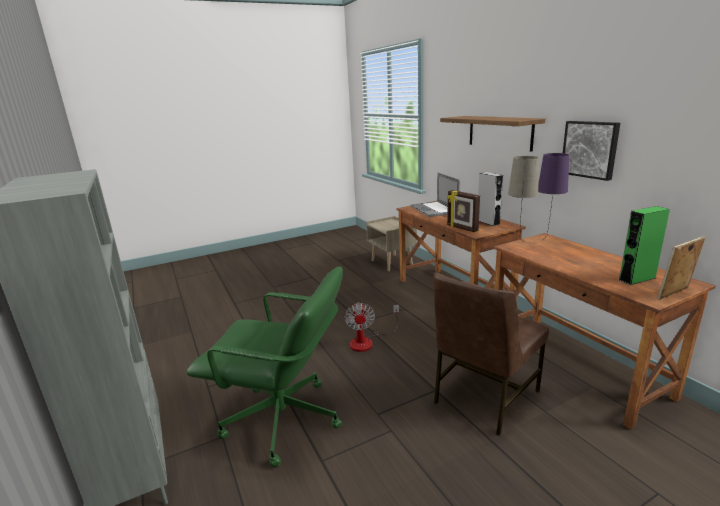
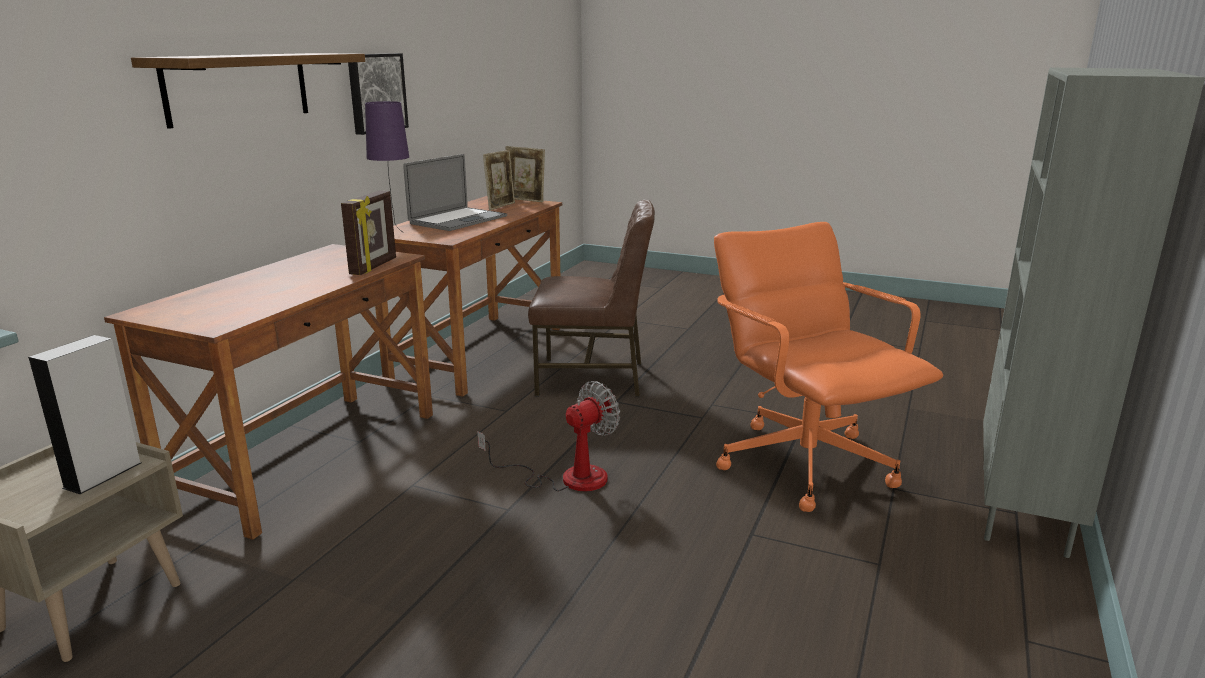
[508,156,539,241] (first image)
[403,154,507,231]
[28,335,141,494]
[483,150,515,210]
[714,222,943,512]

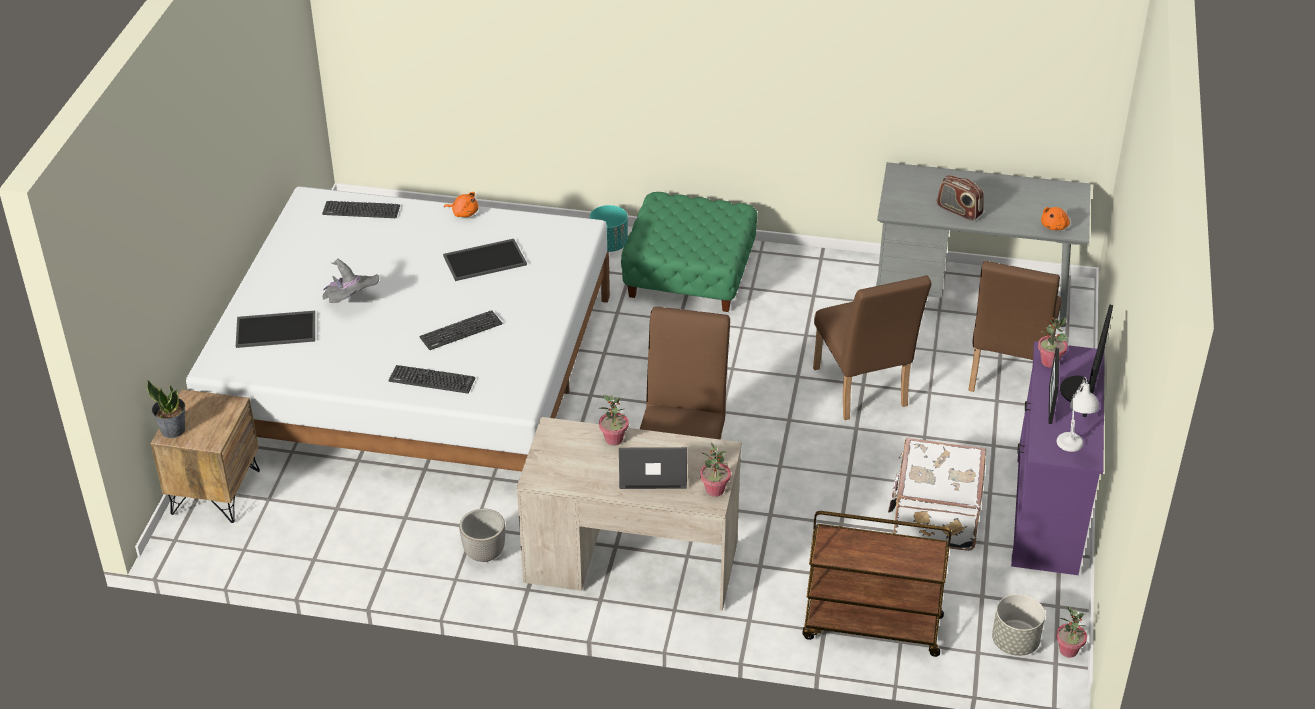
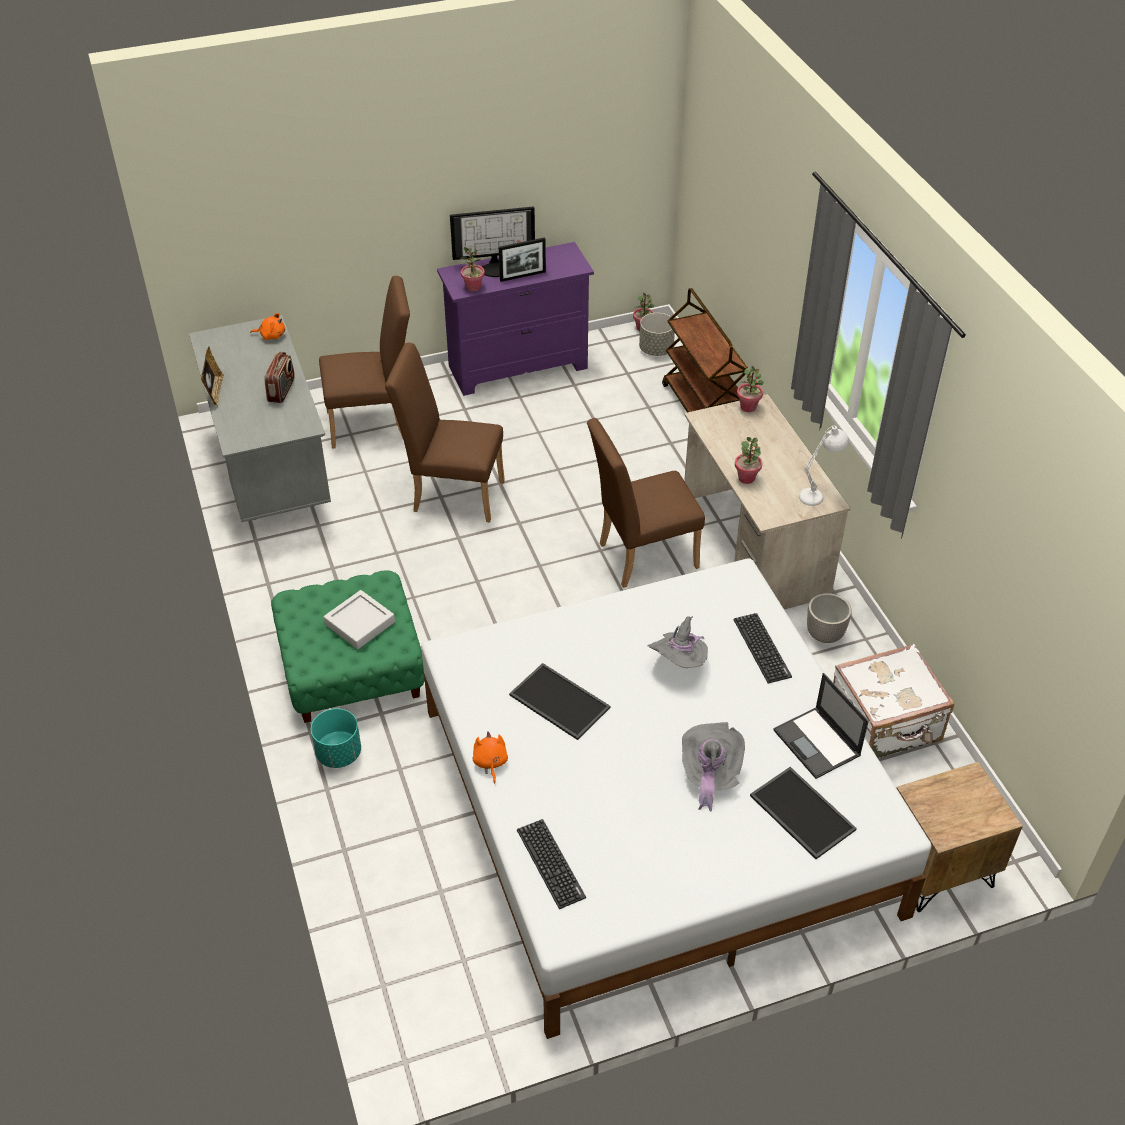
[147,380,185,438] (first image)
[201,347,224,406]
[324,590,395,649]
[773,673,869,779]
[833,644,954,758]
[799,426,849,506]
[647,616,708,668]
[385,342,505,522]

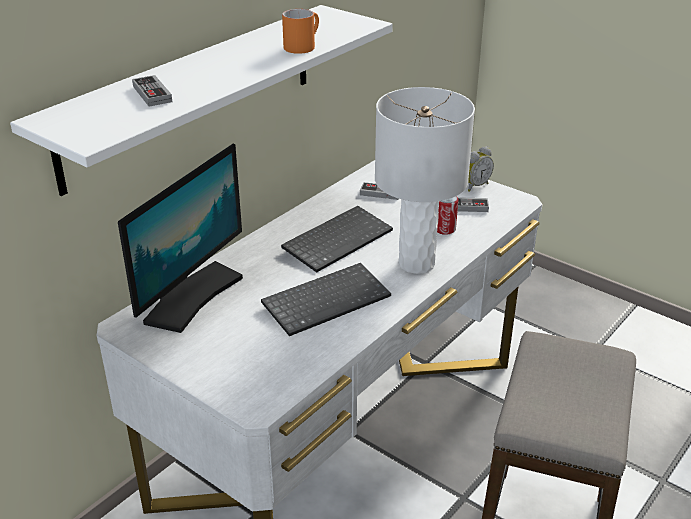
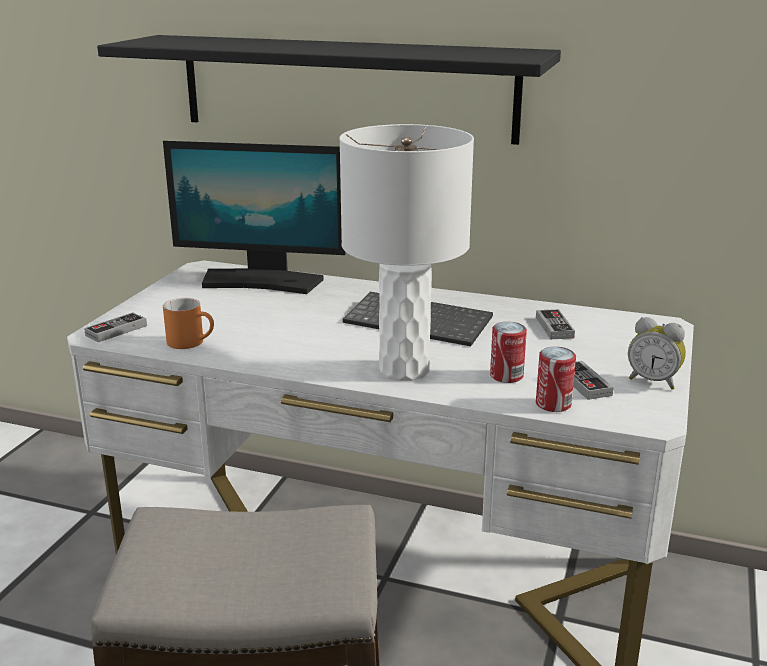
[261,263,391,336] (first image)
[536,347,576,412]
[84,312,147,342]
[163,298,214,349]
[97,35,561,145]

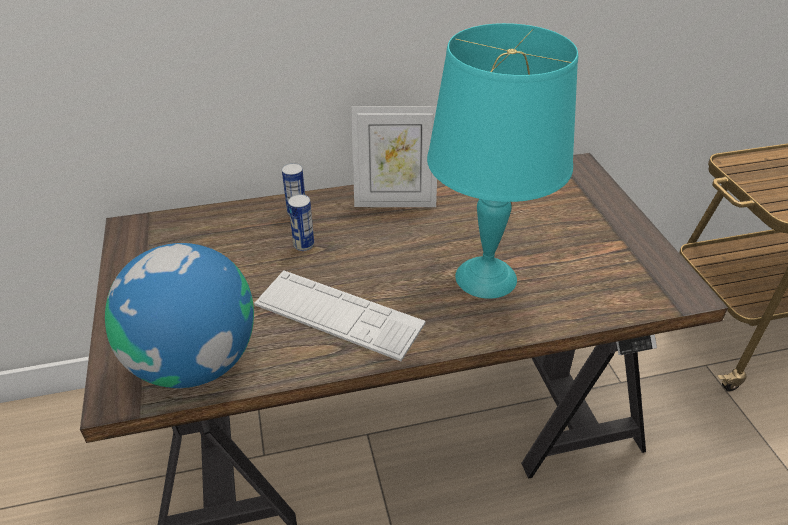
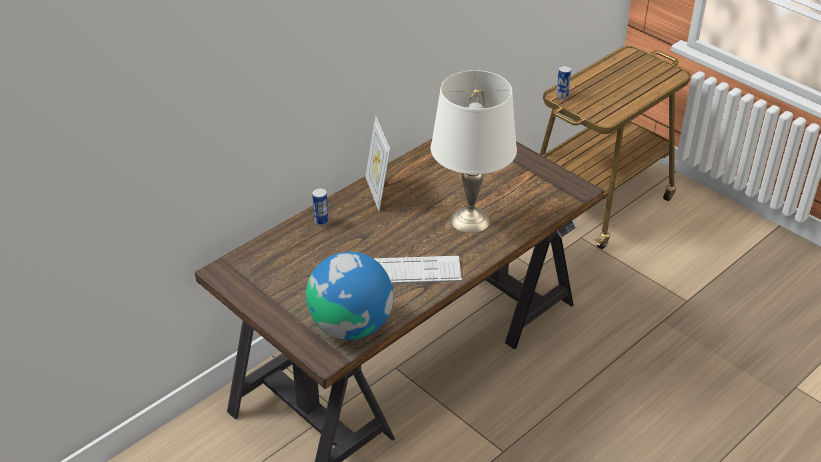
[556,66,571,99]
[431,70,517,233]
[365,116,390,212]

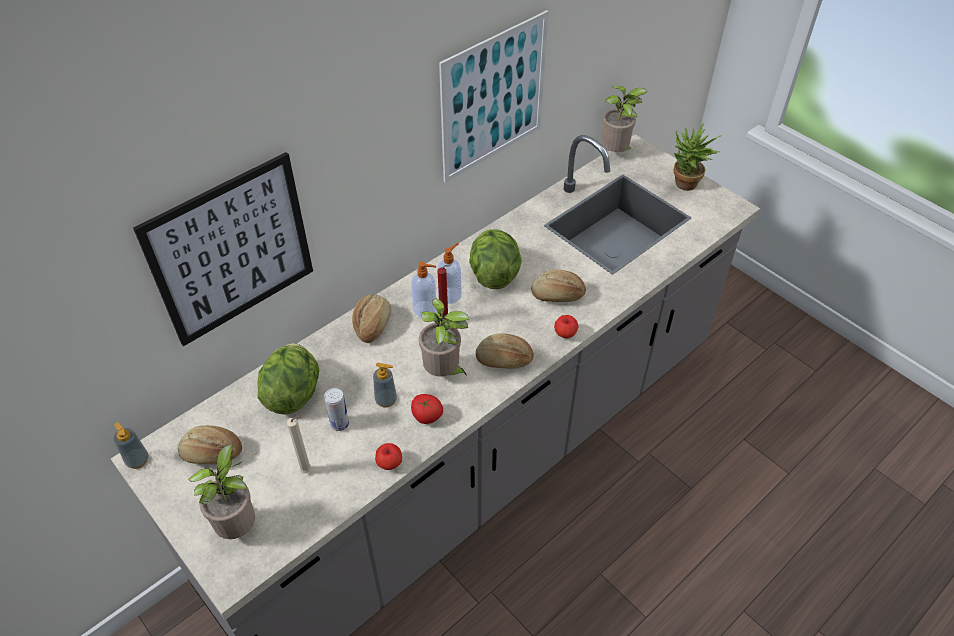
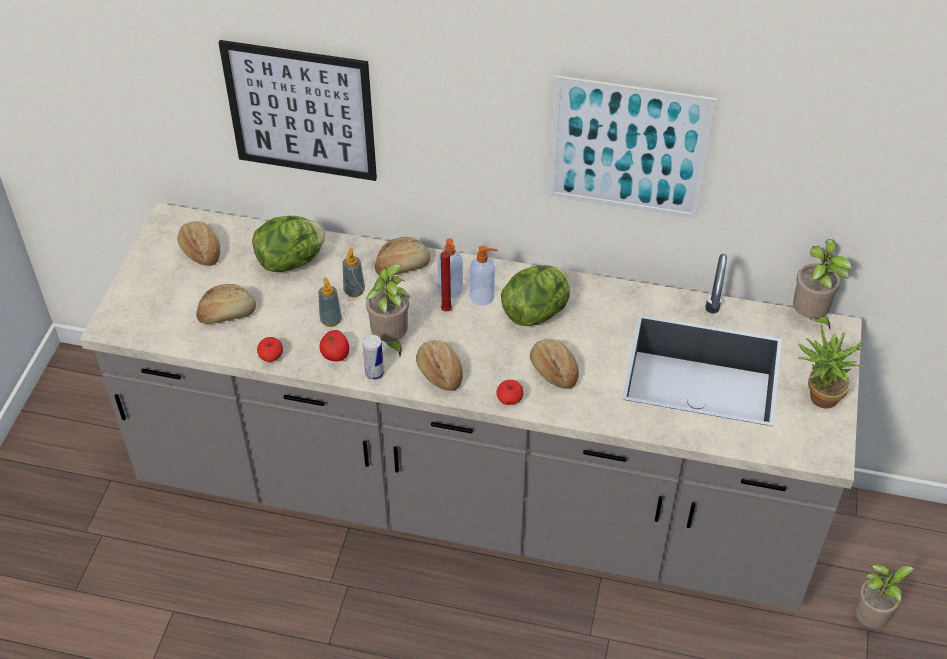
[343,248,365,297]
[855,565,915,628]
[363,335,384,380]
[196,284,256,324]

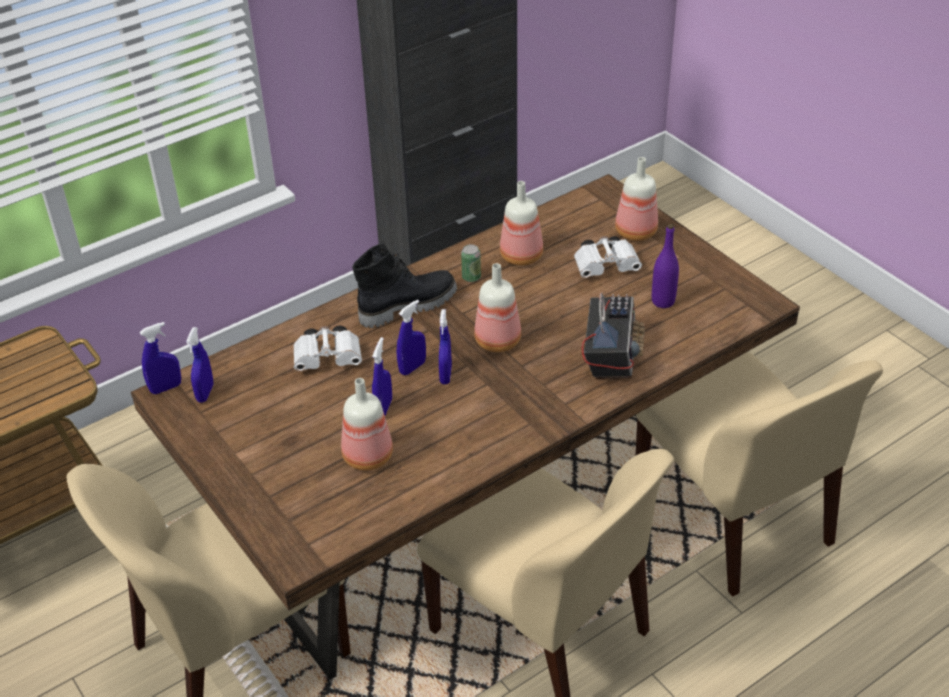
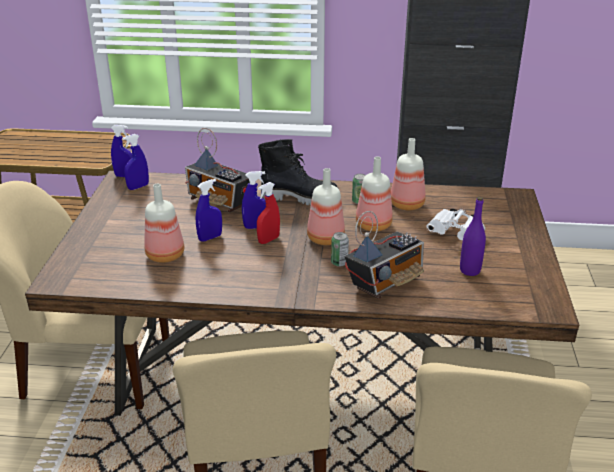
[331,232,349,267]
[356,156,393,232]
[185,128,250,213]
[257,182,280,244]

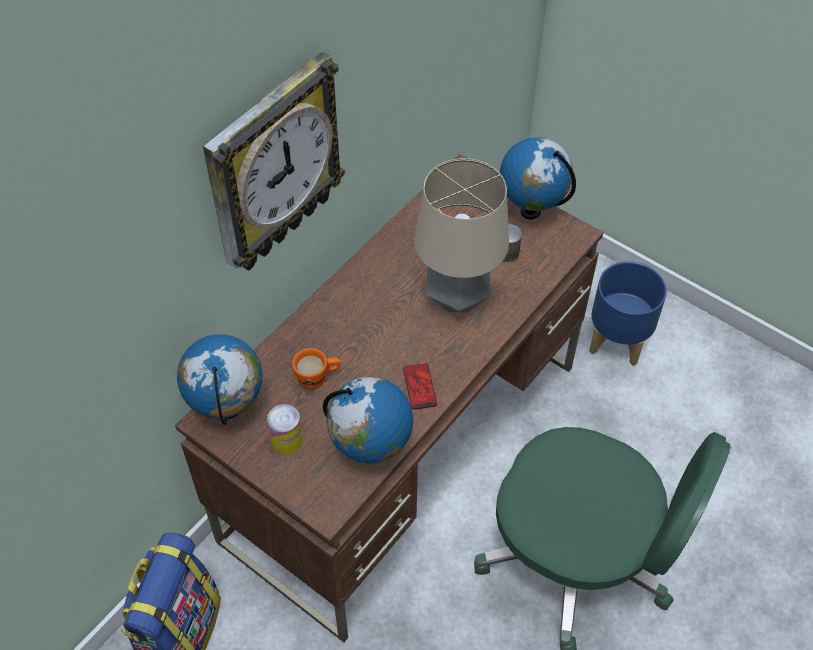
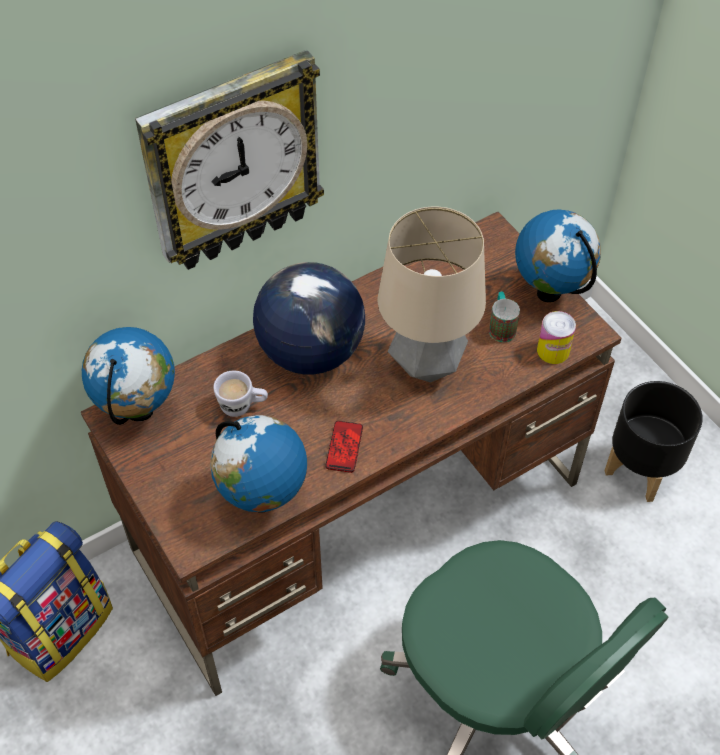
[253,262,365,375]
[537,311,576,364]
[213,370,268,417]
[605,381,703,502]

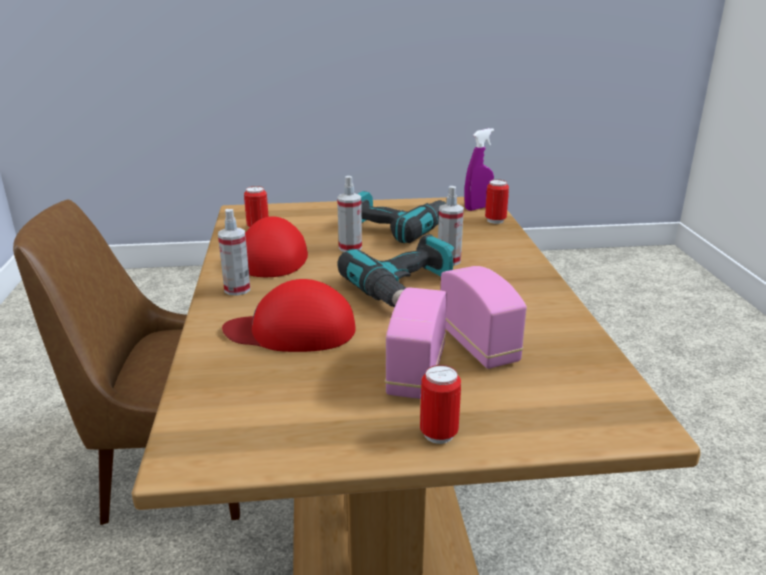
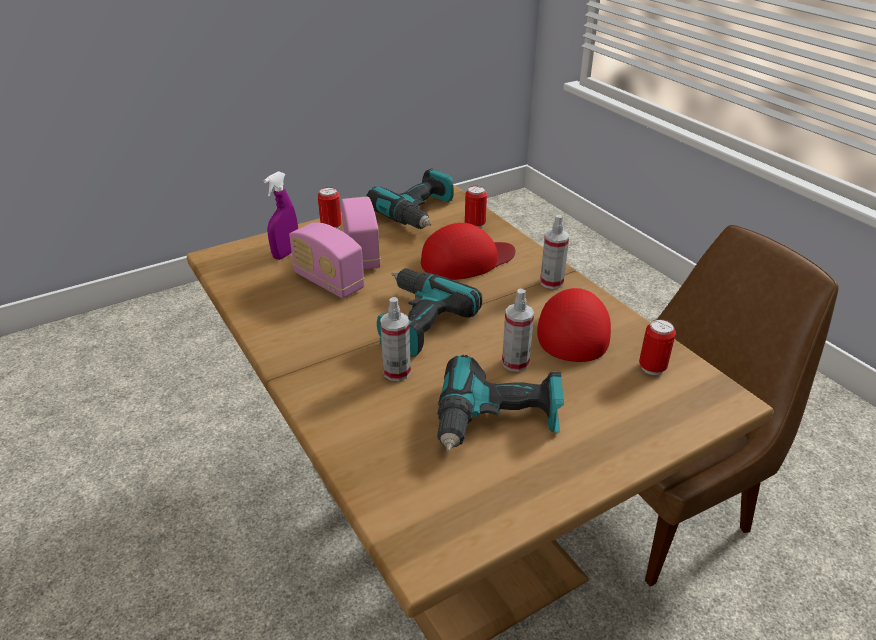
[366,168,454,229]
[263,171,298,260]
[465,186,487,229]
[537,288,611,362]

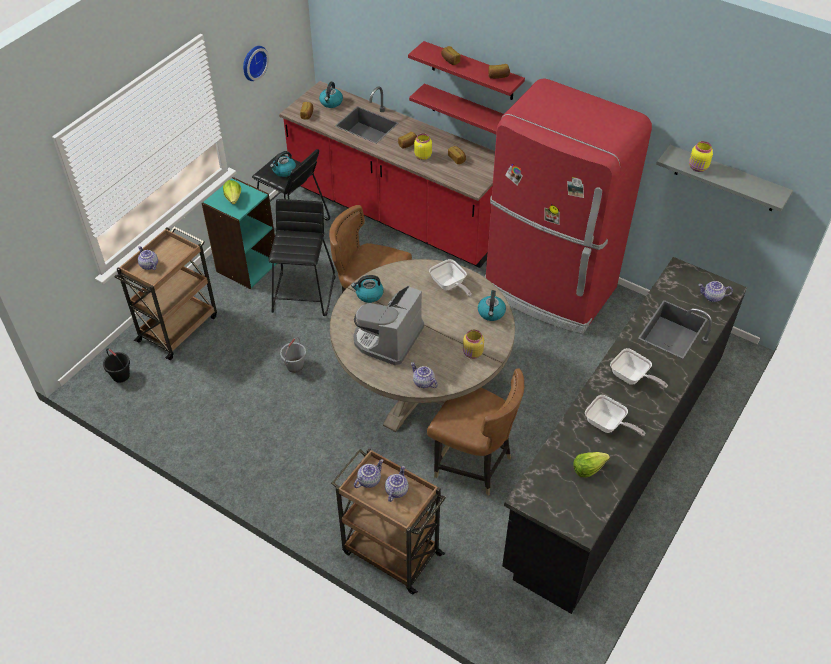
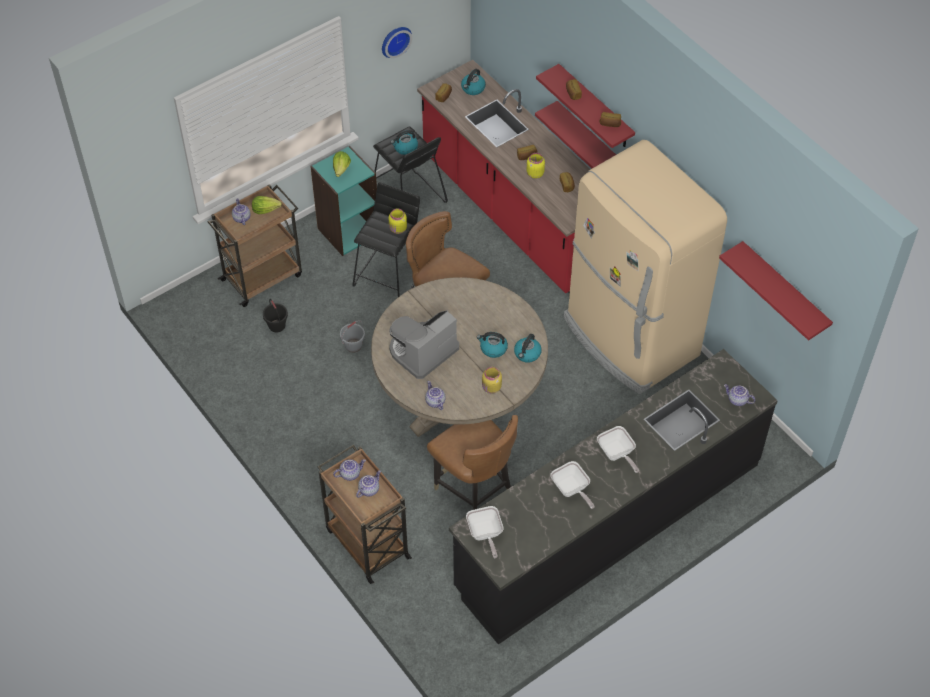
[263,299,288,332]
[477,332,508,358]
[466,506,504,558]
[252,196,282,214]
[388,208,407,234]
[564,140,727,394]
[719,241,833,340]

